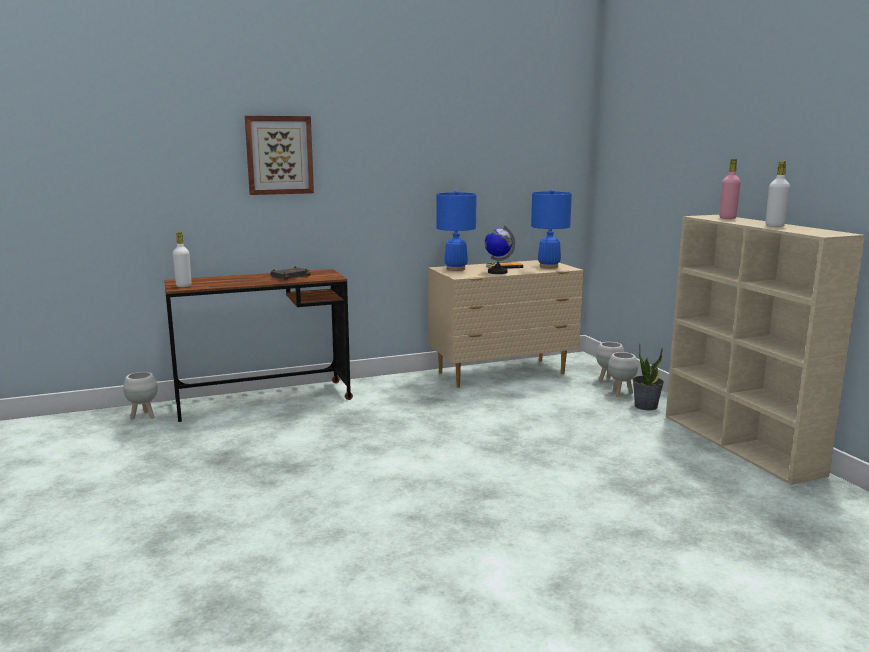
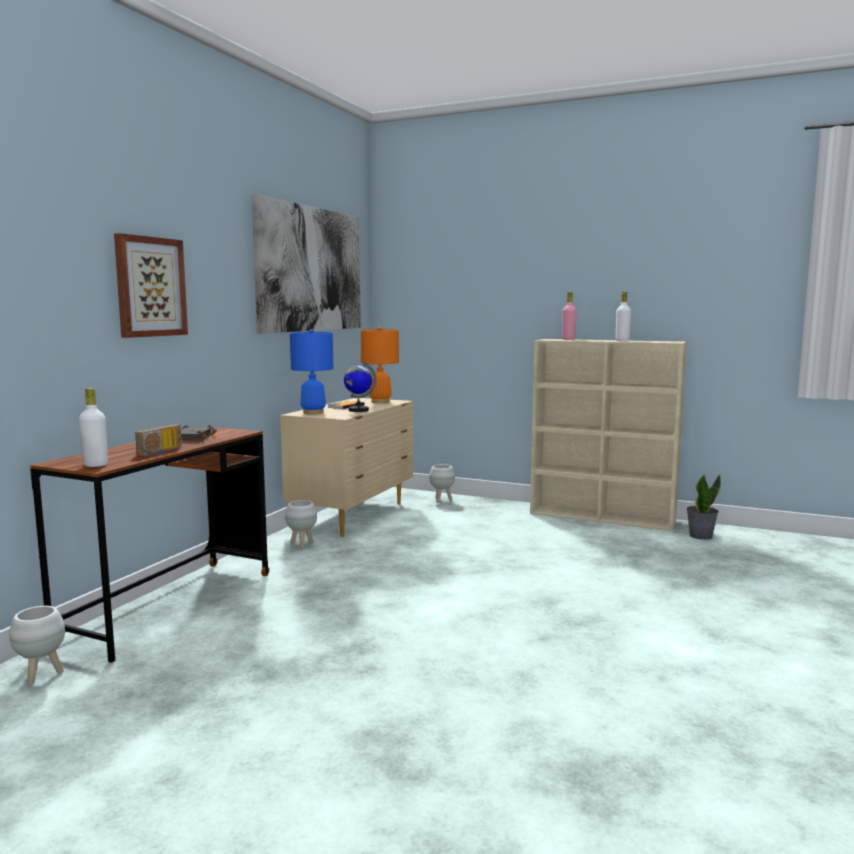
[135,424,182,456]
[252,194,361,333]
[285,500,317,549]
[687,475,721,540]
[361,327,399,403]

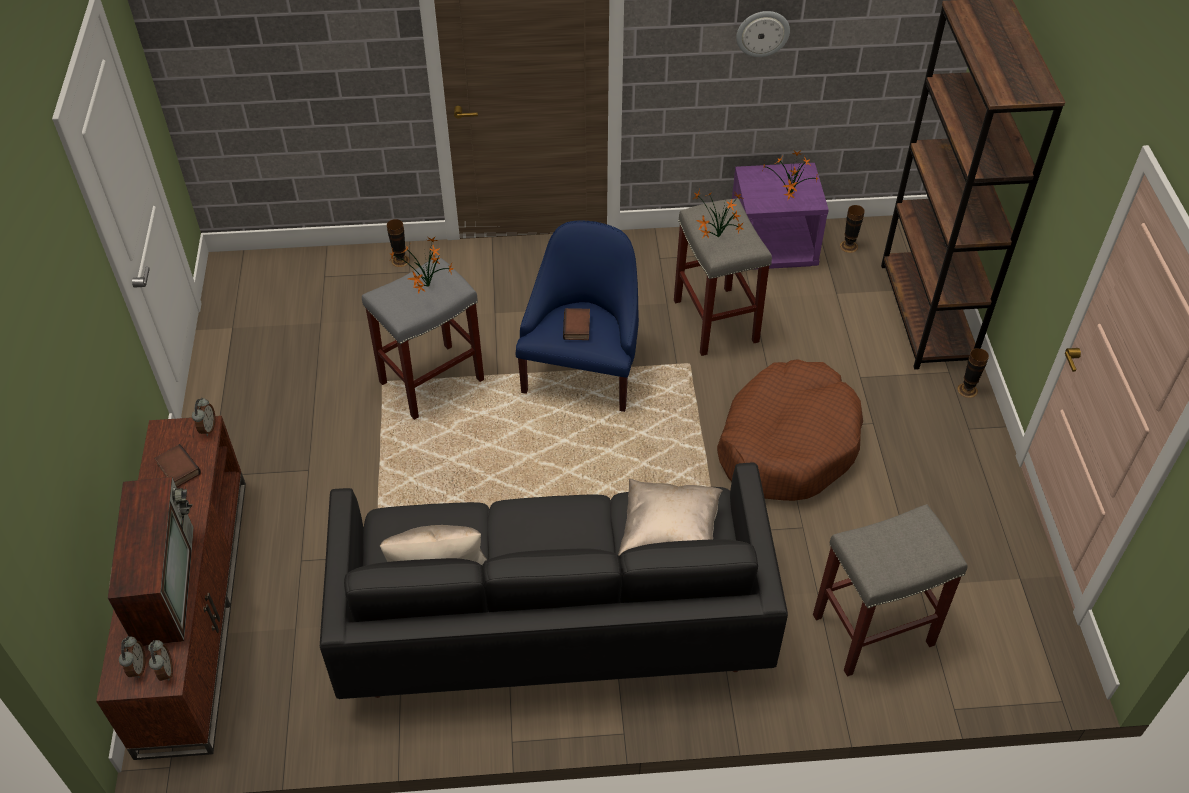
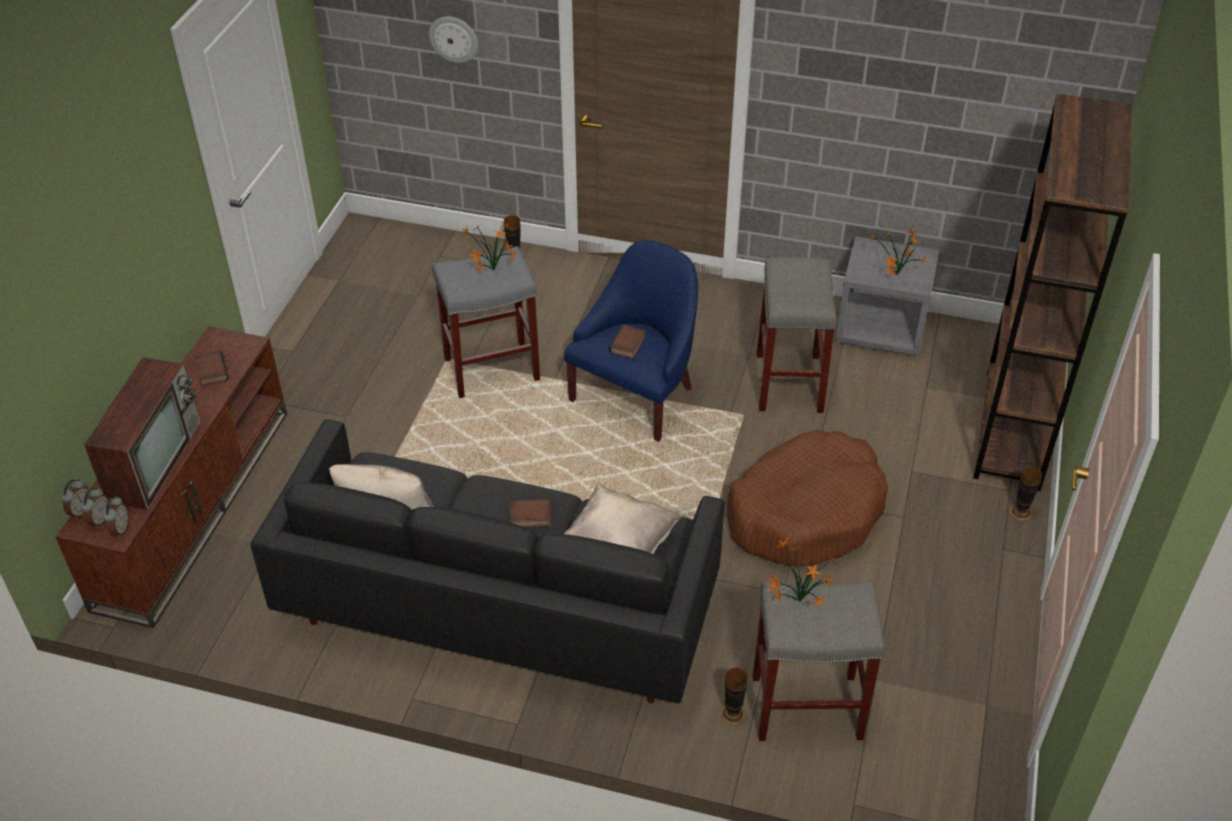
[510,498,551,527]
[61,479,90,519]
[768,538,838,609]
[429,17,478,63]
[721,668,748,725]
[835,236,939,356]

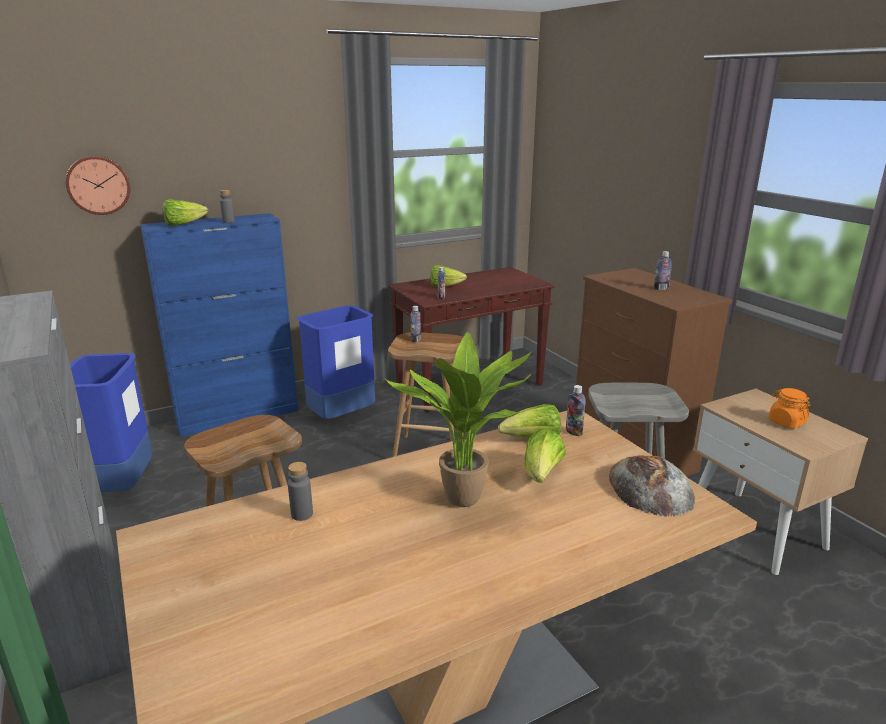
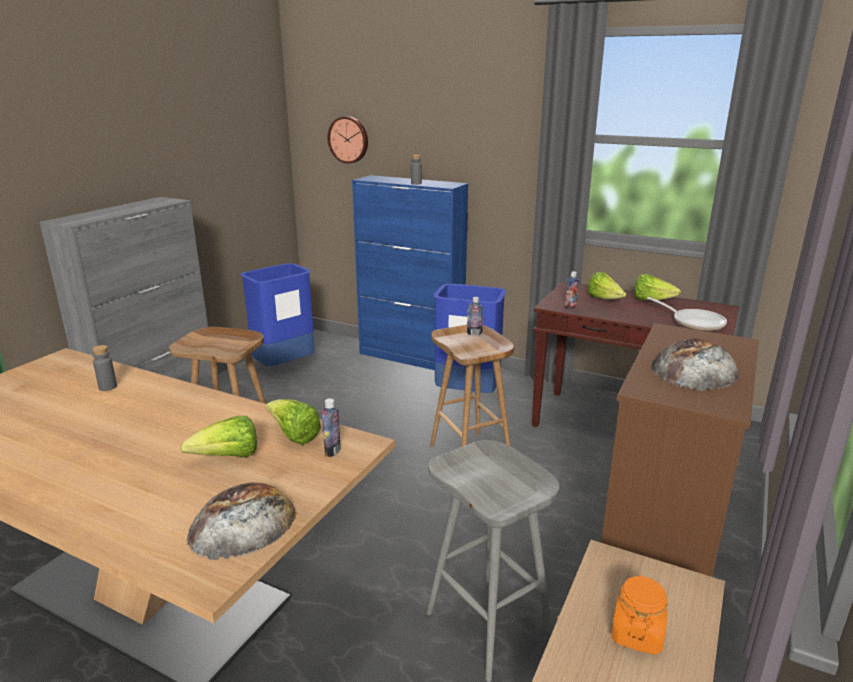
[385,332,531,507] (first image)
[647,297,727,331]
[634,274,681,300]
[651,338,739,391]

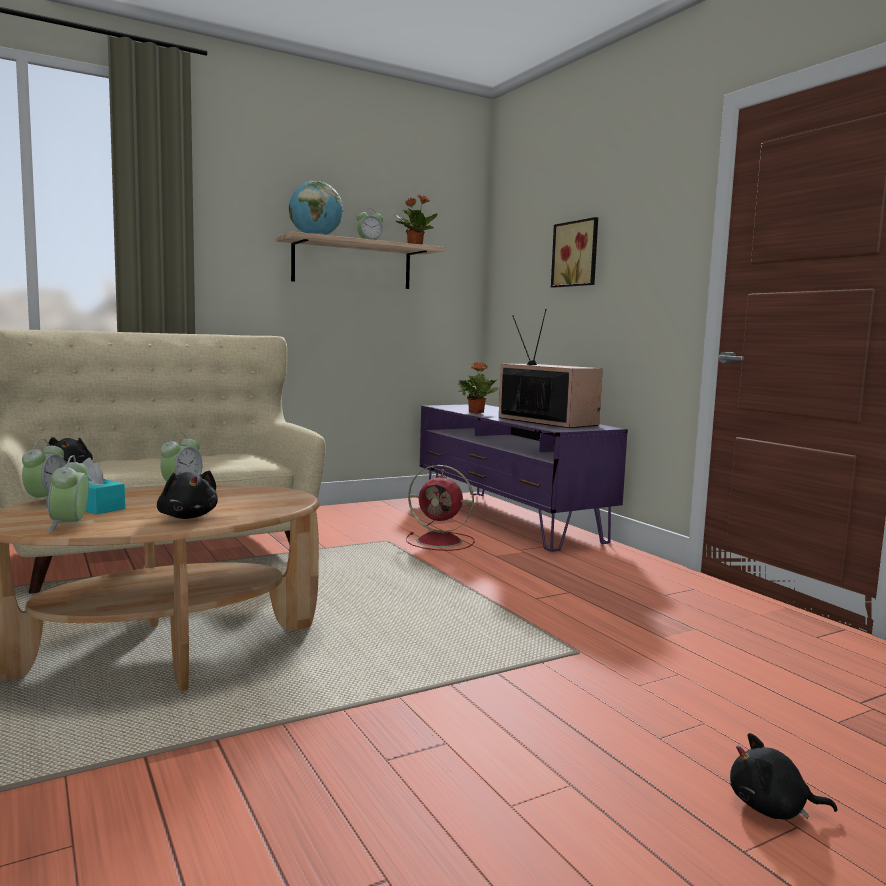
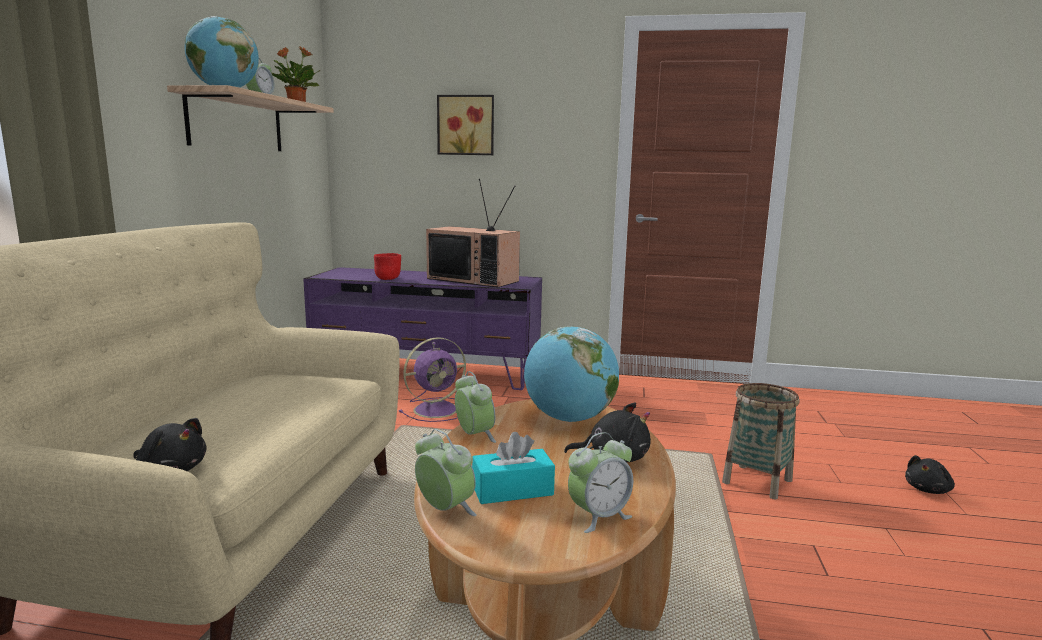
[524,326,619,422]
[722,383,800,500]
[374,253,401,280]
[399,337,466,422]
[568,432,633,533]
[426,179,520,288]

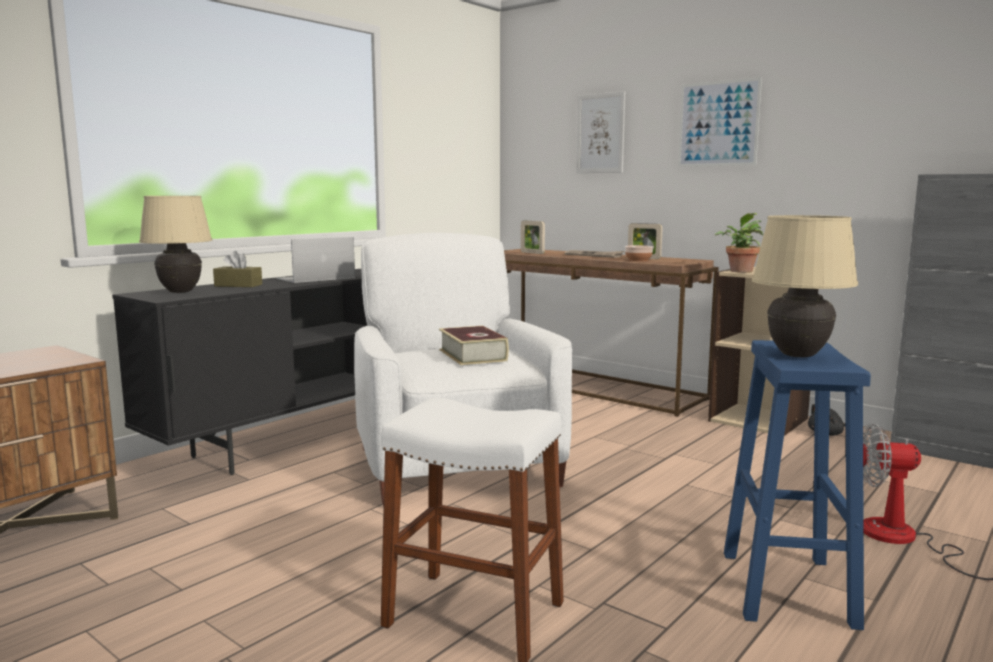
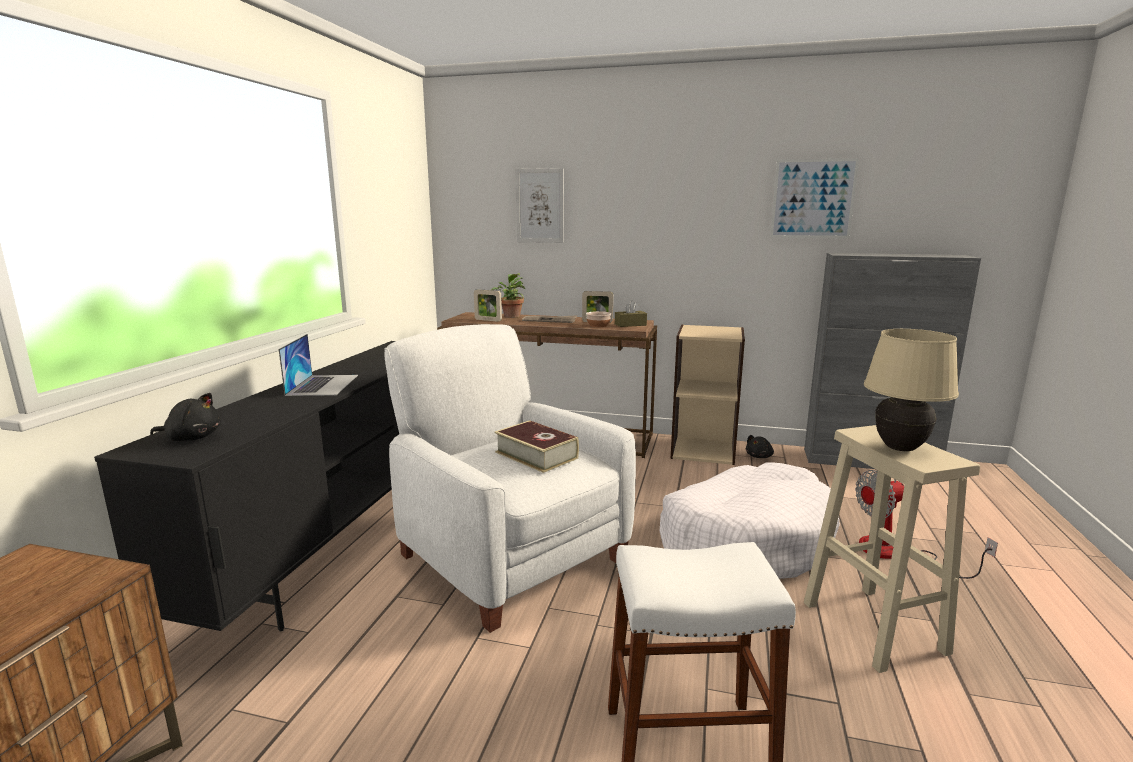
[660,462,840,579]
[615,301,647,327]
[770,158,859,238]
[491,273,525,318]
[150,393,221,441]
[804,425,980,673]
[279,334,358,396]

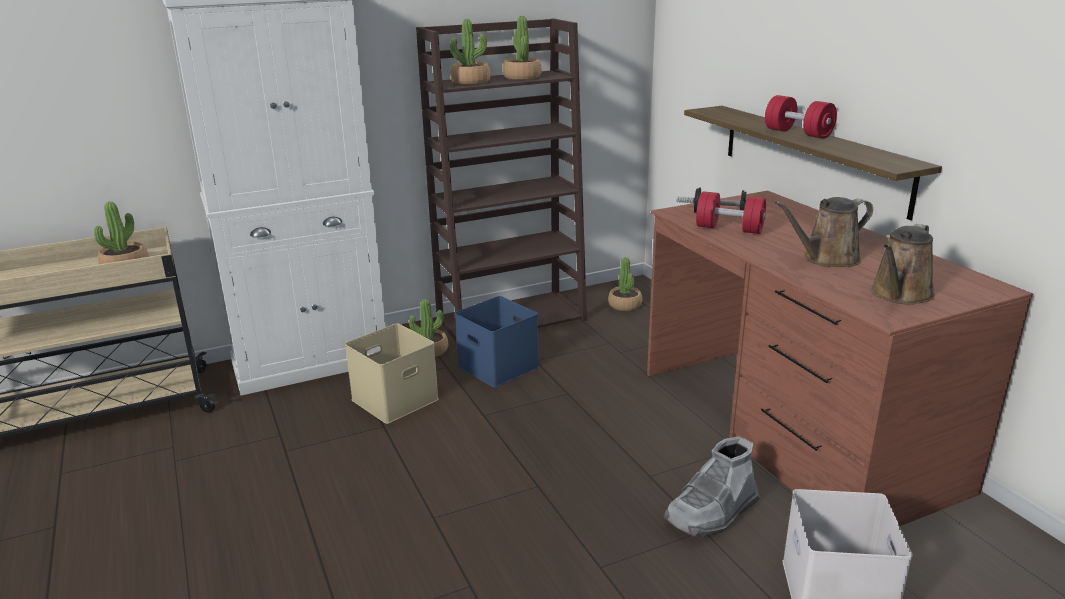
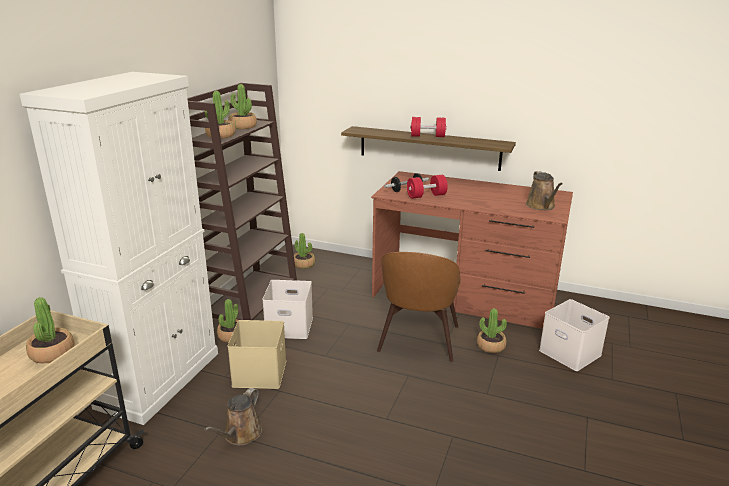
[377,252,461,362]
[204,388,262,446]
[477,308,507,353]
[262,280,313,339]

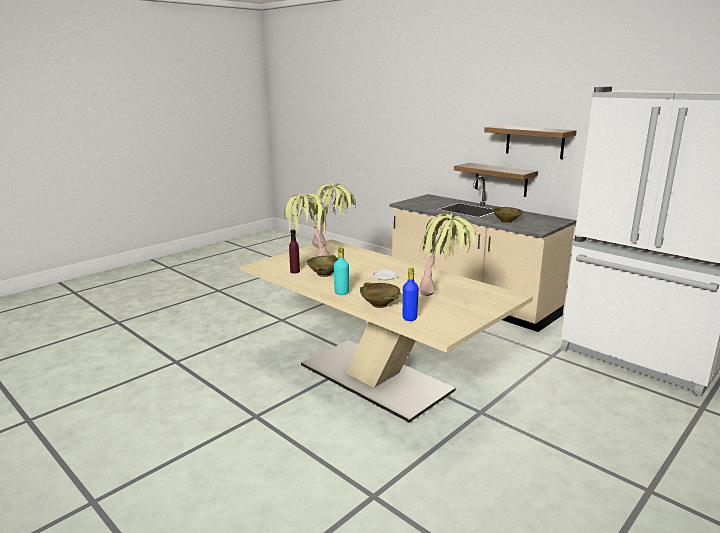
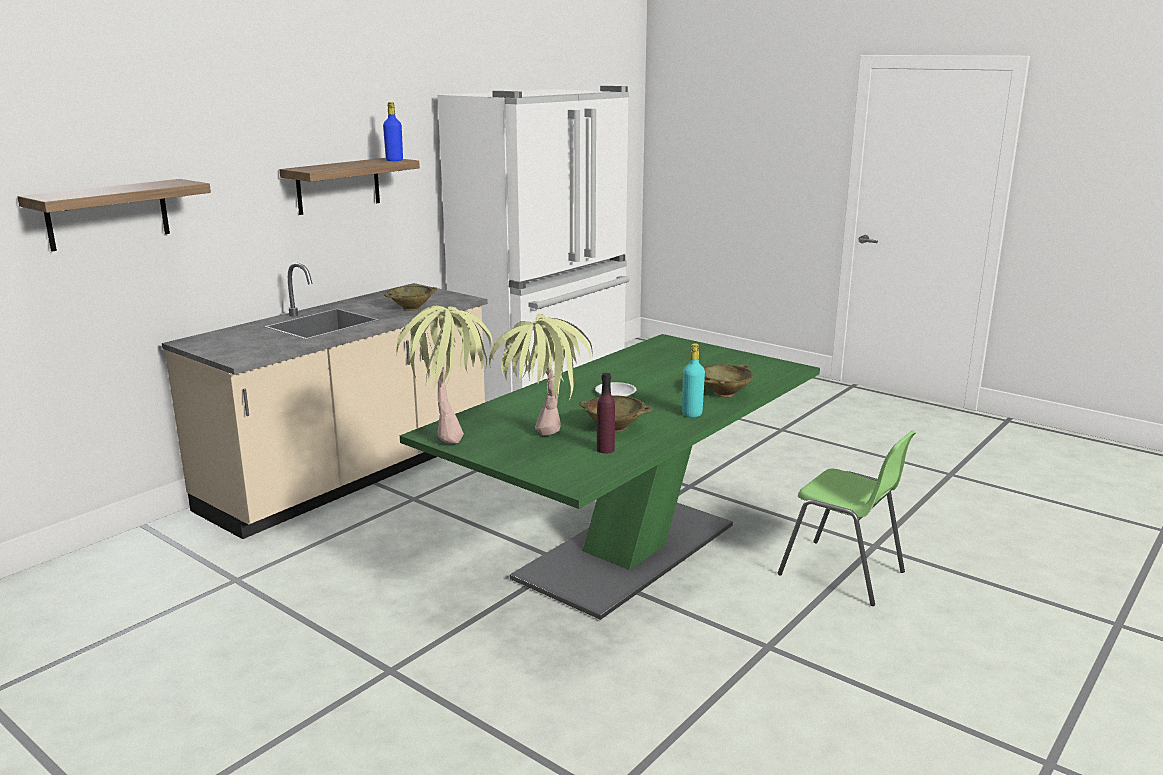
[419,213,480,296] (first image)
[778,431,916,606]
[383,102,403,161]
[17,179,211,251]
[400,334,820,620]

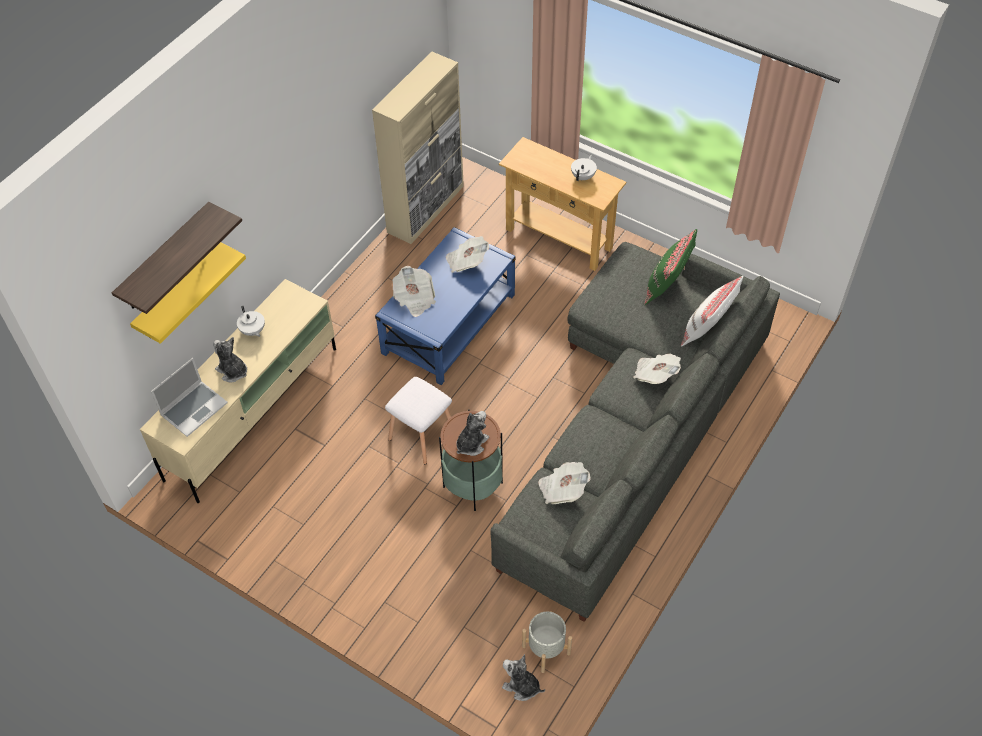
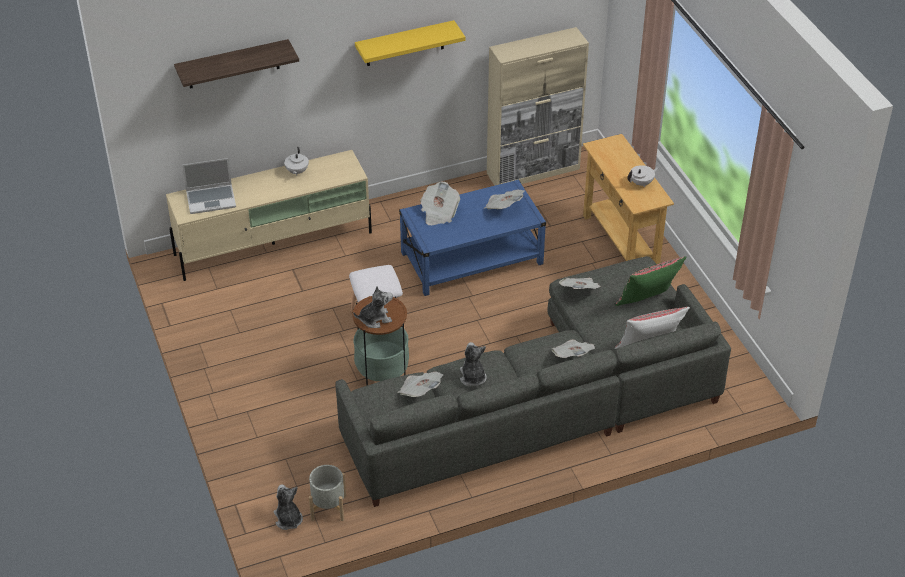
[559,278,601,289]
[355,20,465,66]
[460,342,487,386]

